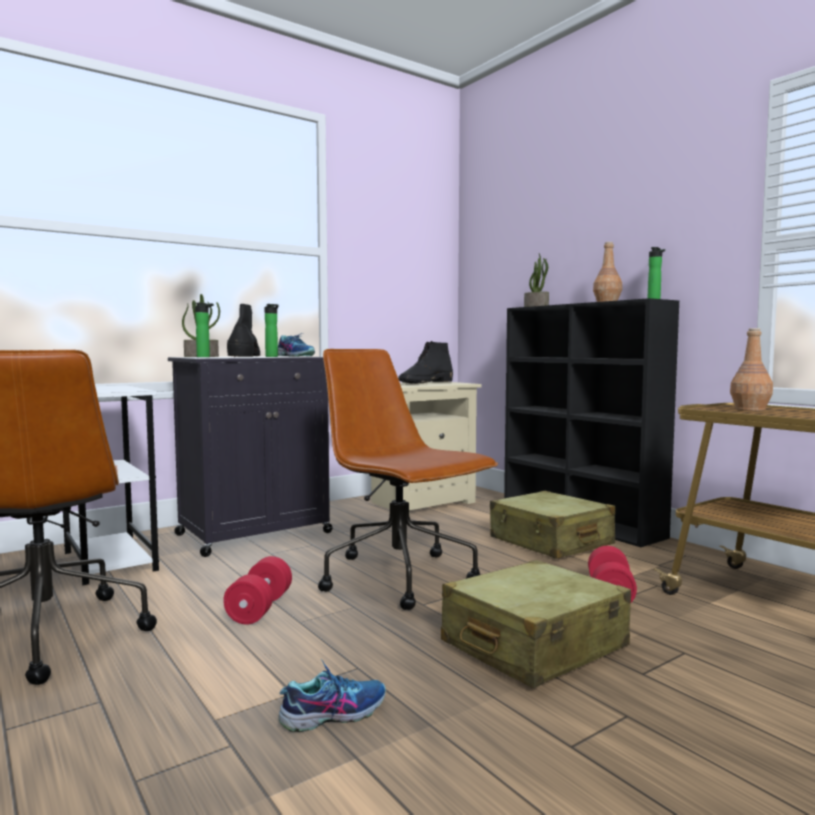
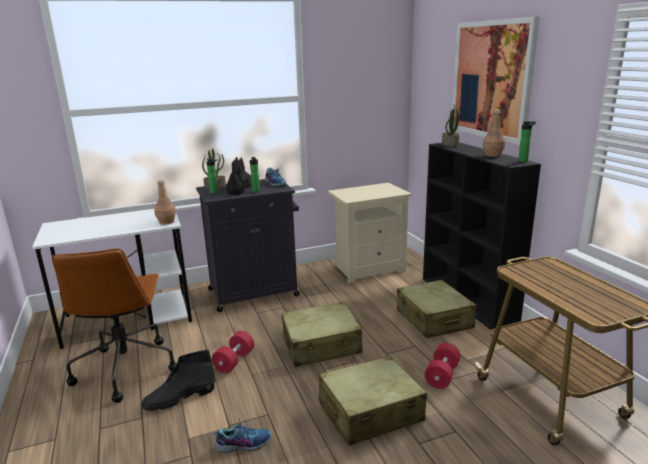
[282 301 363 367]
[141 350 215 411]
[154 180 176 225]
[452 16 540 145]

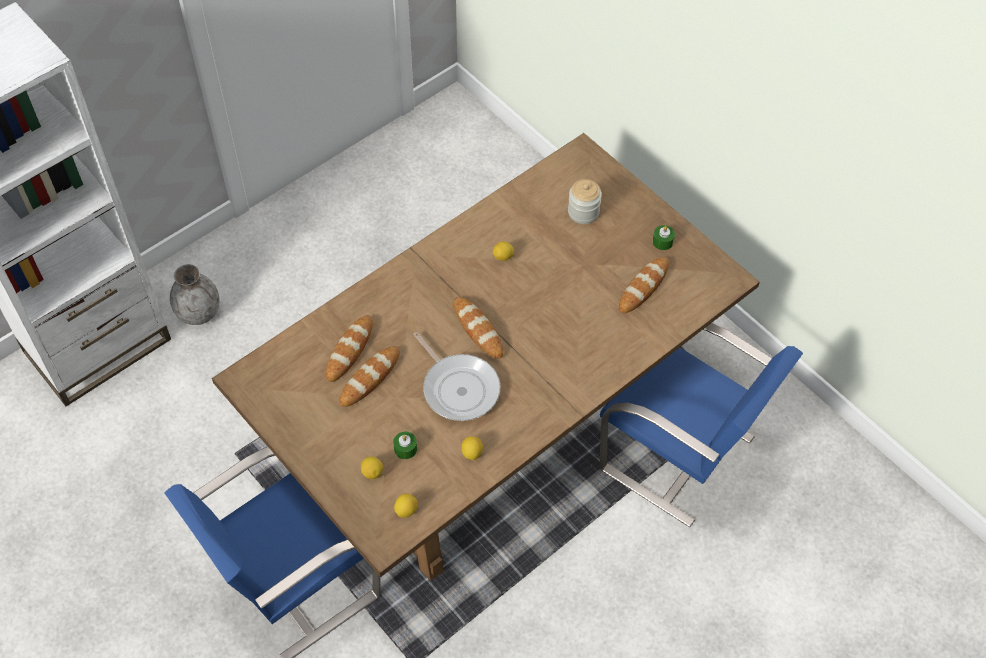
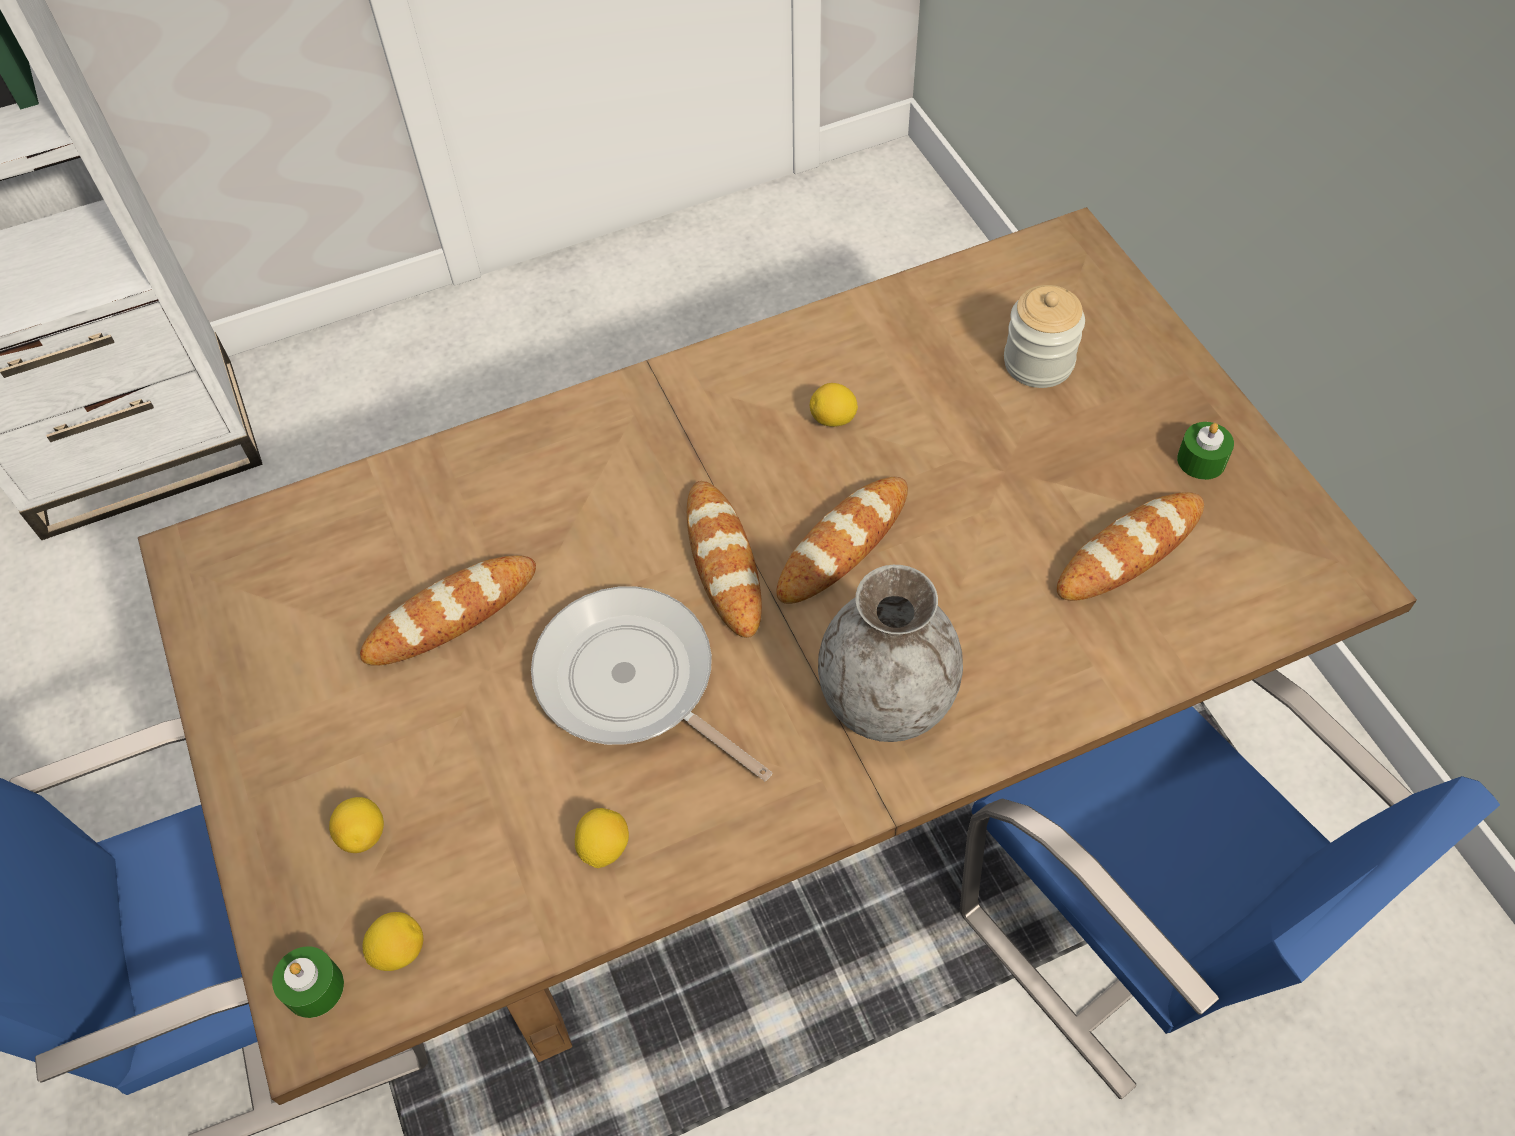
[818 565 963 742]
[776 477 908 604]
[272 946 344 1018]
[531 586 772 781]

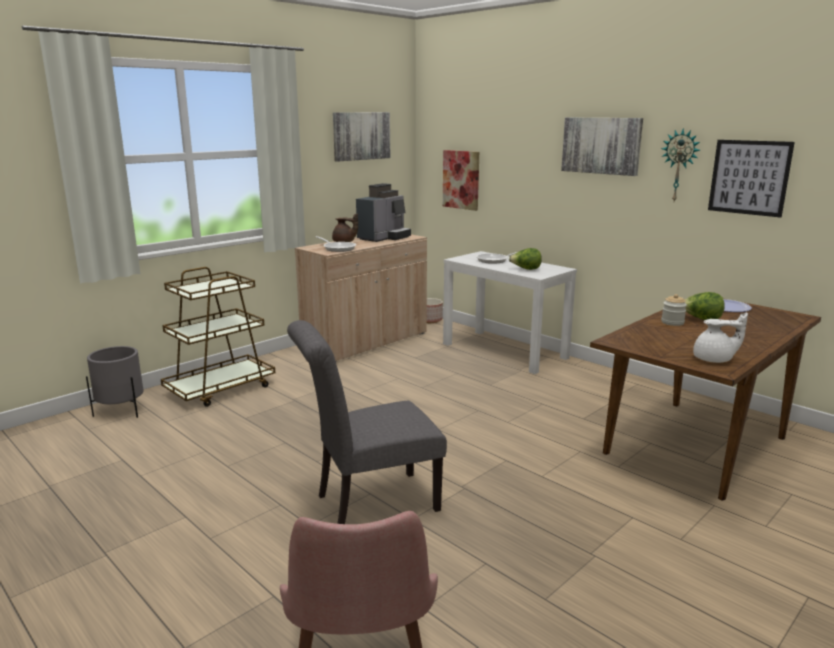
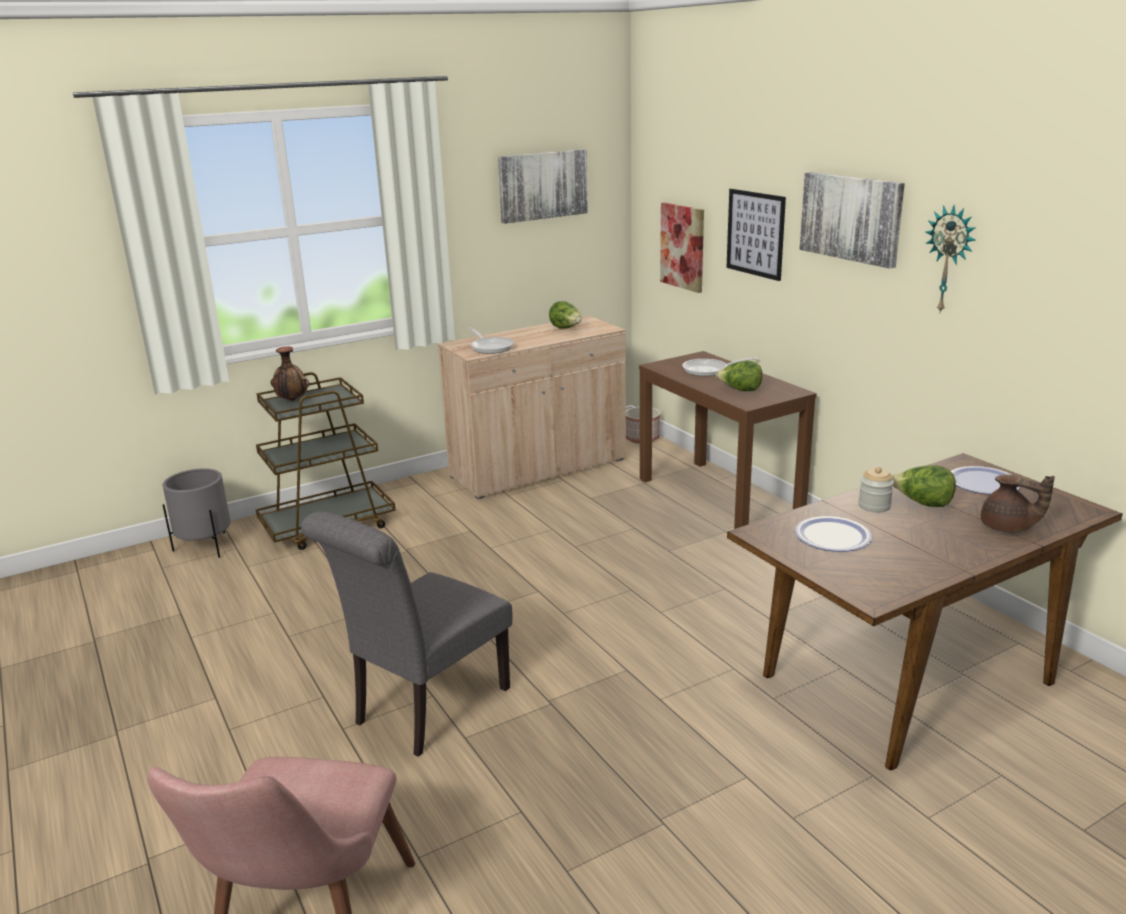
[301 512 513 757]
[981 475 1055 533]
[549 301 582 329]
[639 351 817 529]
[693 312 748 363] (first image)
[726 189 786 281]
[271 347 309 401]
[795 516 872 552]

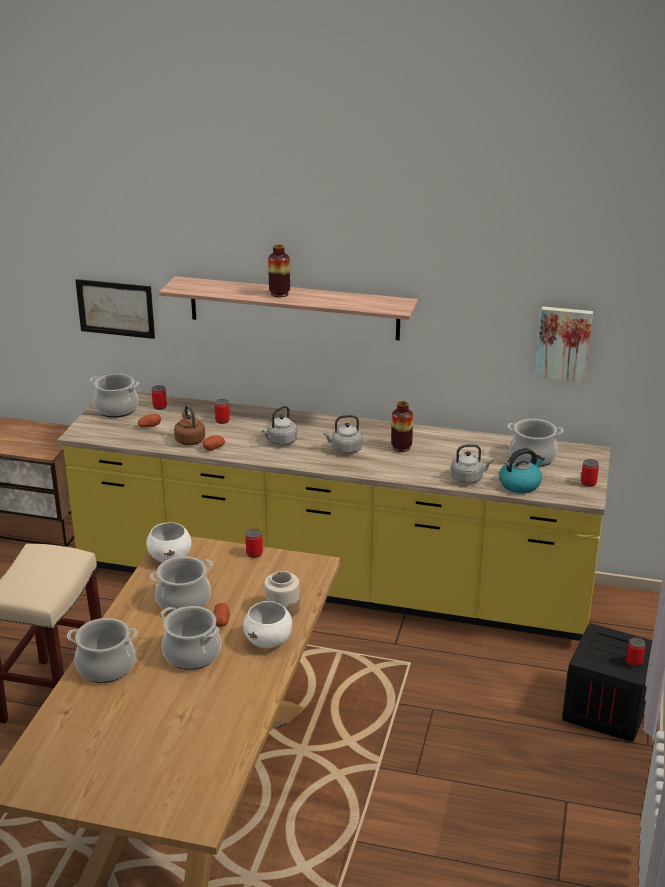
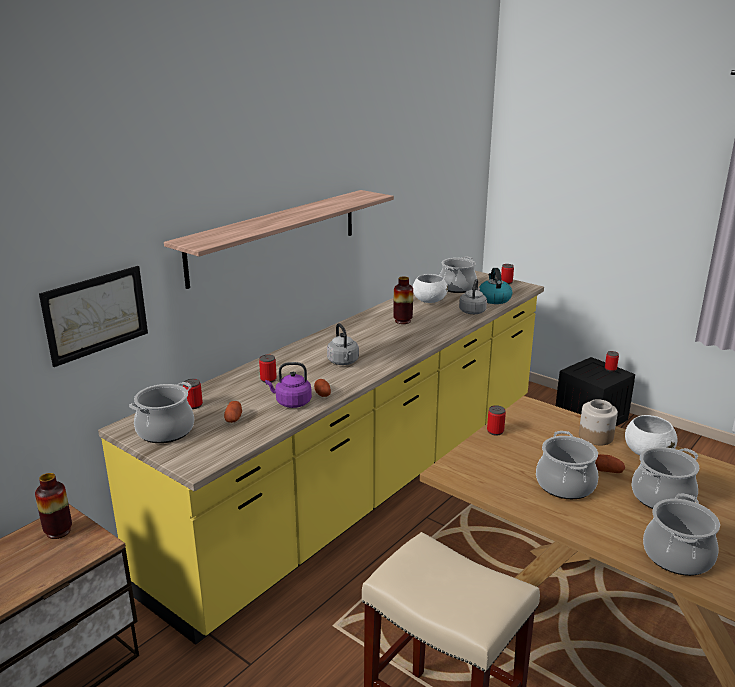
[413 274 448 303]
[265 362 312 408]
[35 473 72 539]
[323 415 363 454] (first image)
[535 306 593 383] (first image)

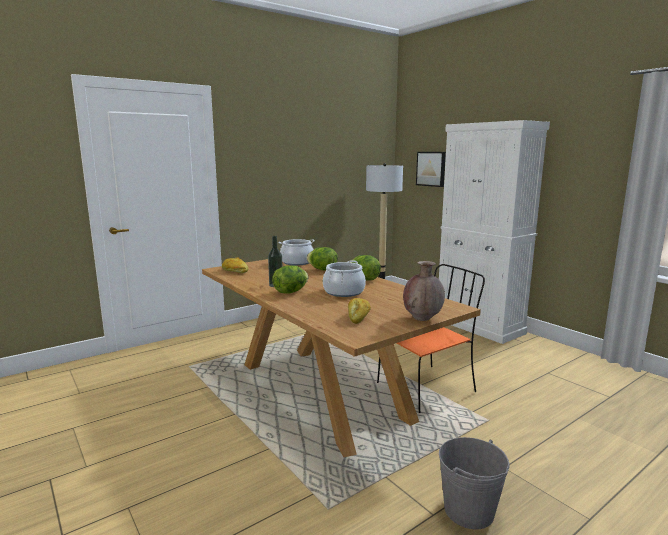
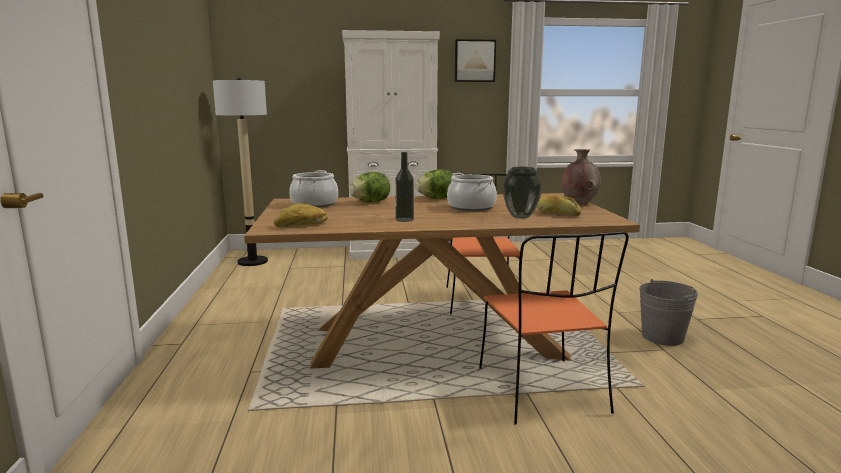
[272 265 309 294] (first image)
[455 39 496 82]
[479 231 629 425]
[502 167 543 219]

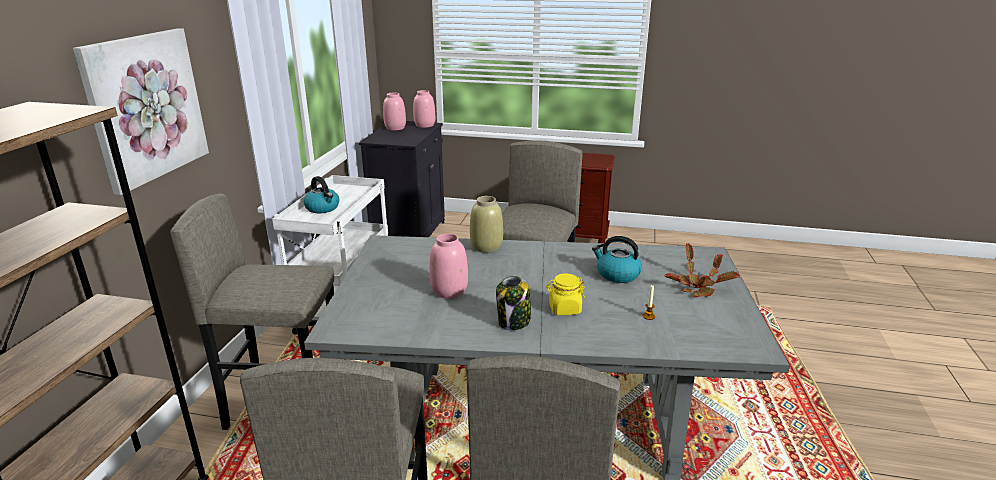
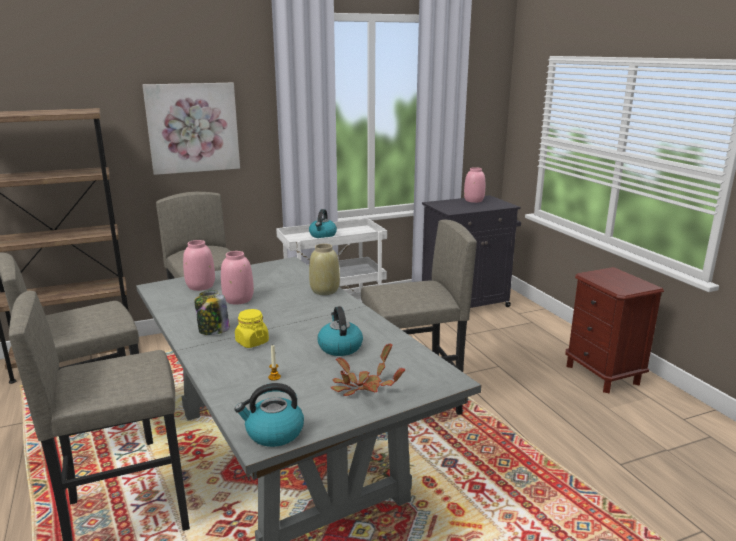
[183 240 215 291]
[235 383 304 447]

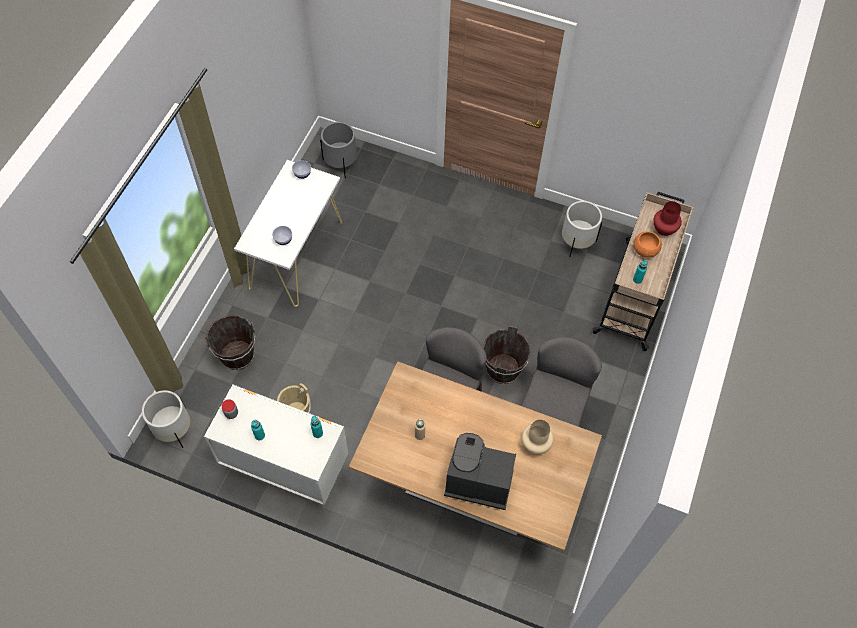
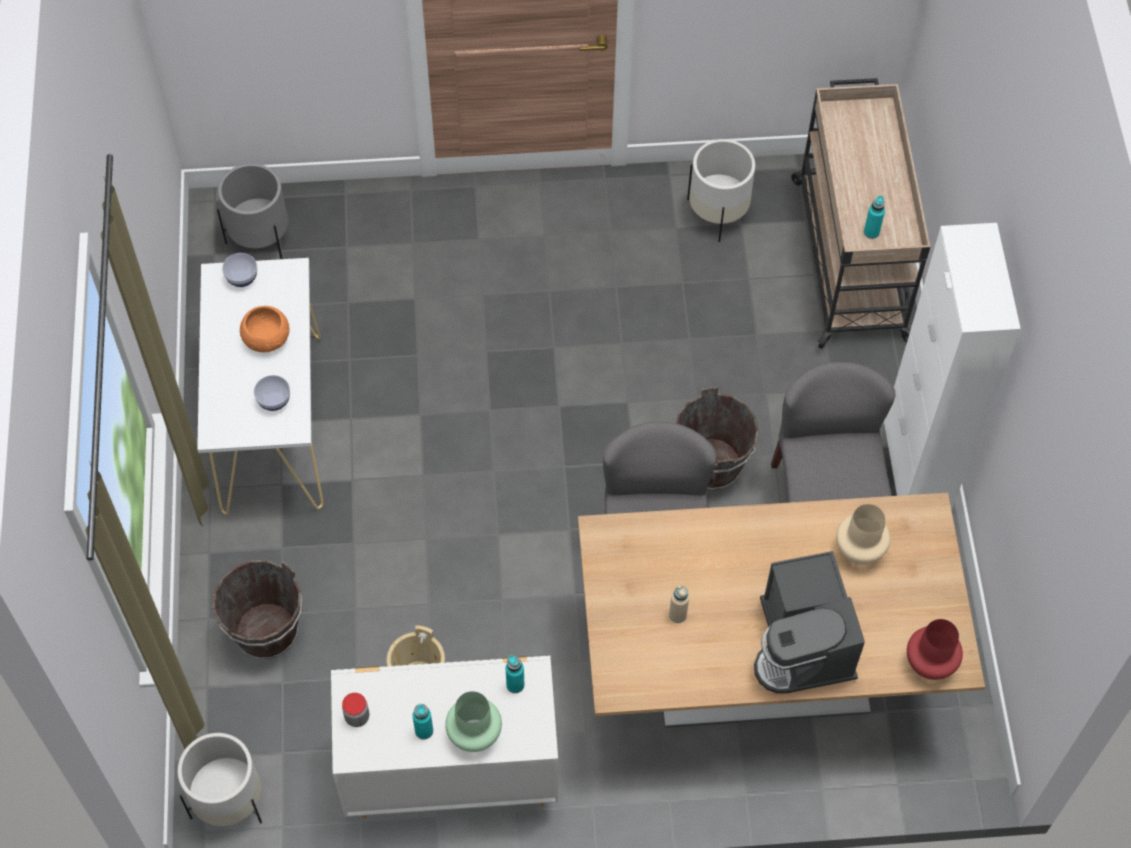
[754 551 865 694]
[240 306 289 352]
[907 619 963 680]
[445 691 502 752]
[884 223 1021 511]

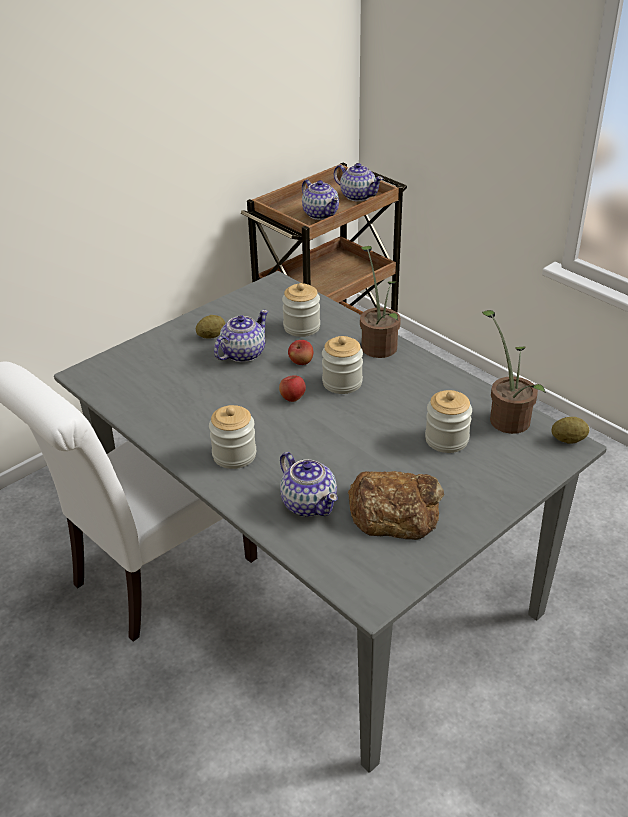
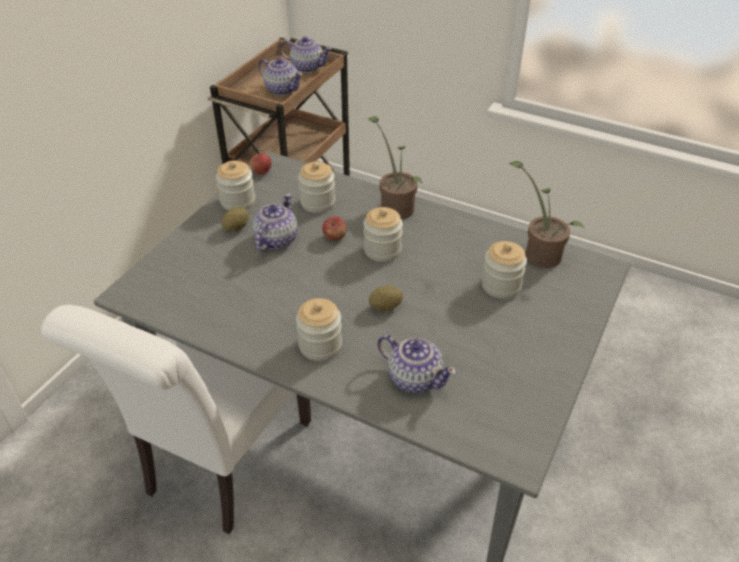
[250 153 272 175]
[348 471 444 540] (first image)
[369 285 403 311]
[216 161 255 211]

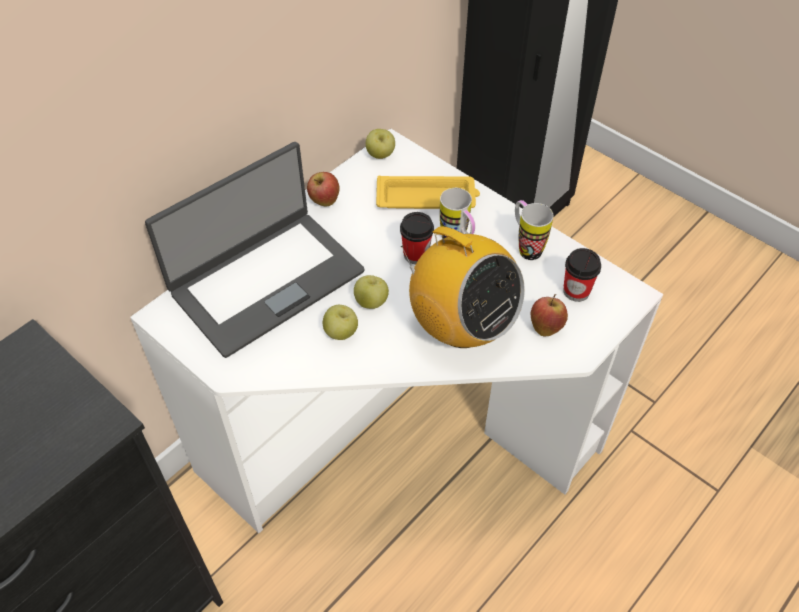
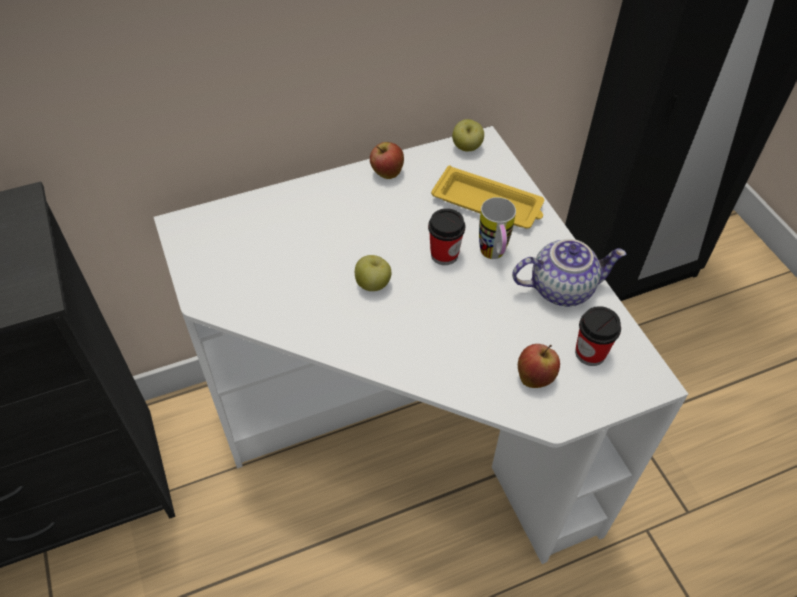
[145 142 364 358] (first image)
[323 305 358 340] (first image)
[401 226 525 348] (first image)
[512 239 626 306]

